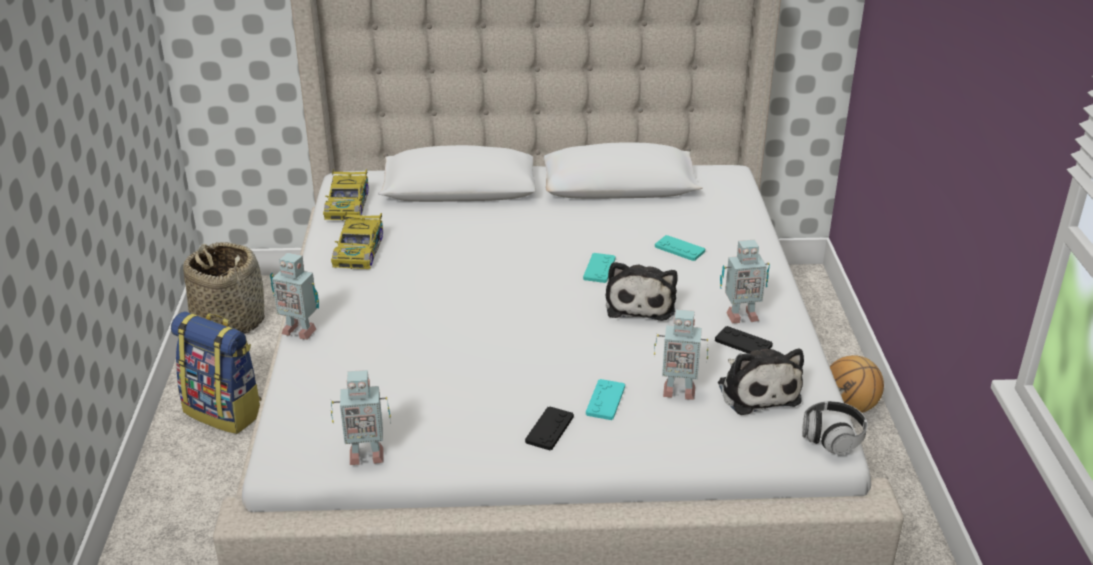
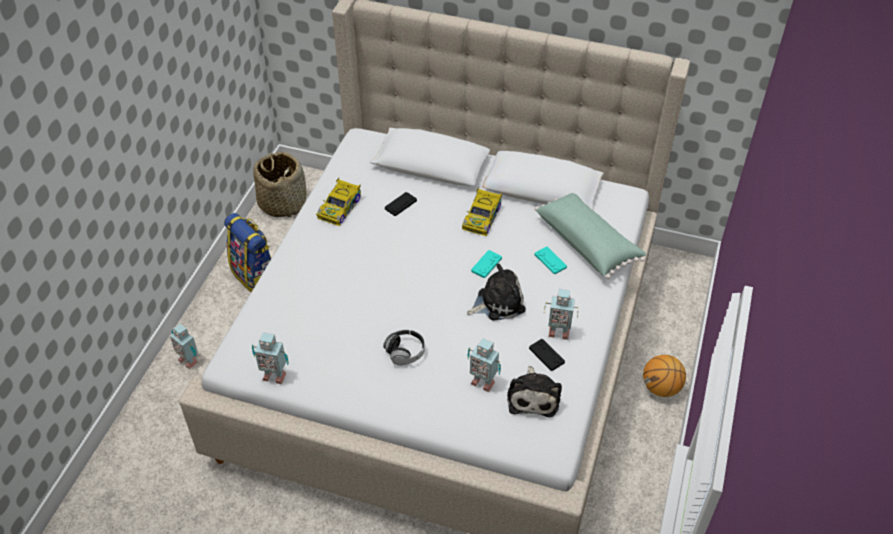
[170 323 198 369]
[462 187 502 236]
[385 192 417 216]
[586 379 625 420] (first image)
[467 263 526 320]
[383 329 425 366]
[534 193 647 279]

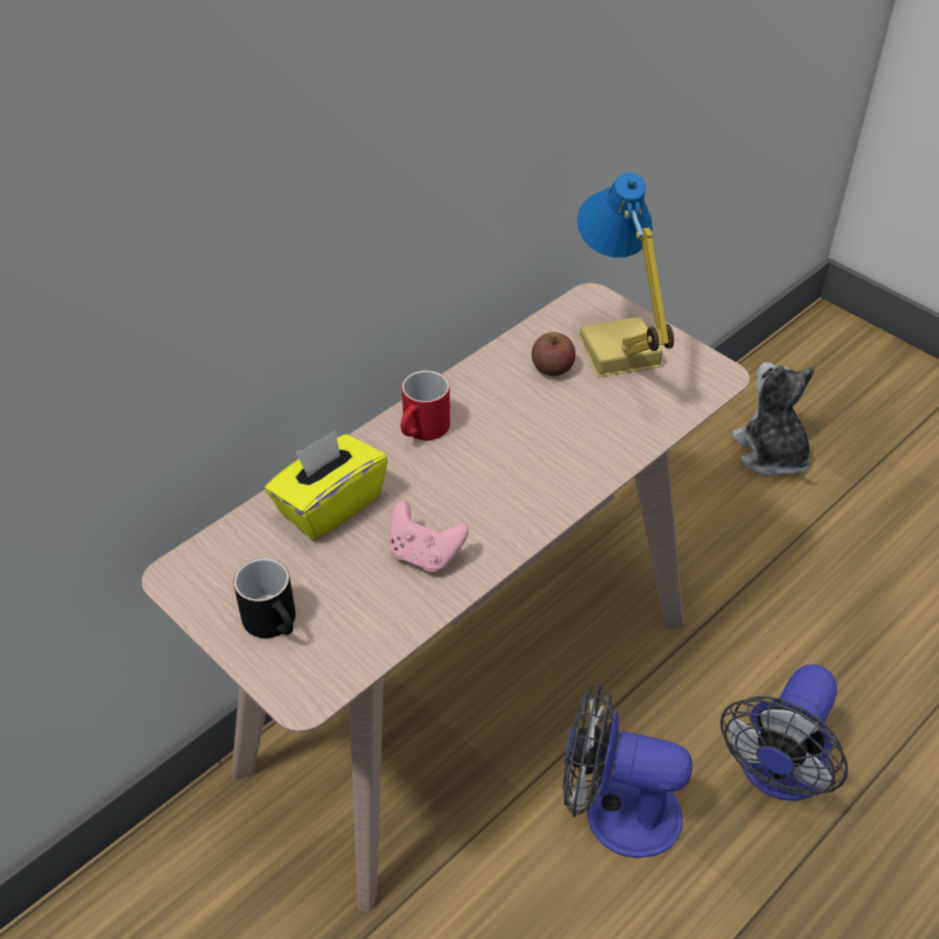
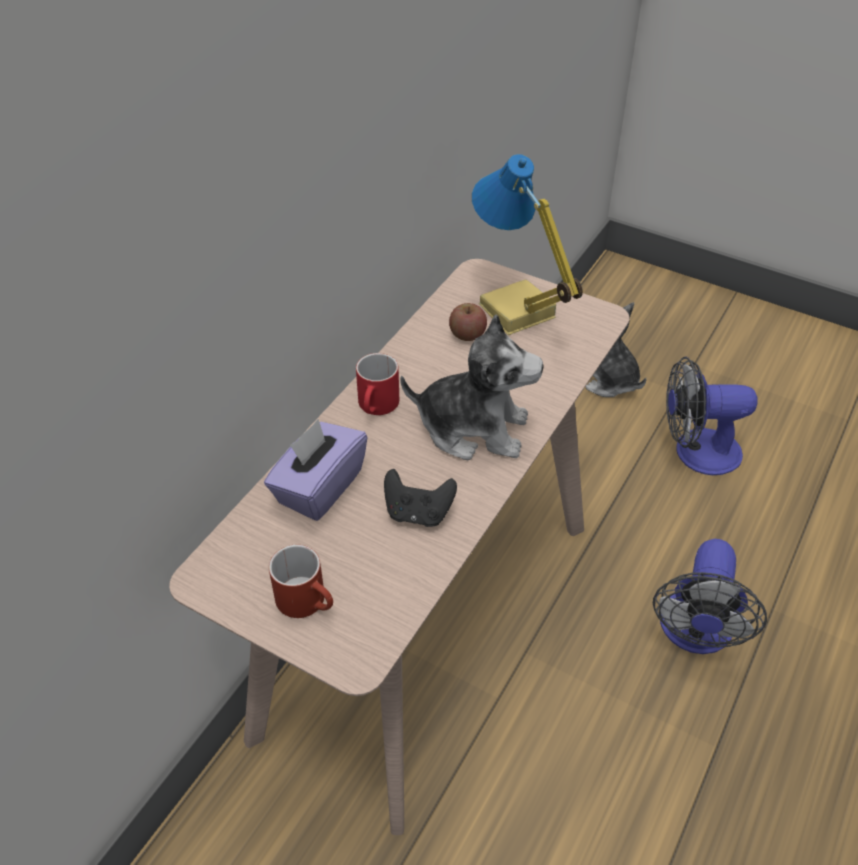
[269 545 333 618]
[264 419 368 521]
[384 469 457 527]
[666 357 758 475]
[400 314 543 460]

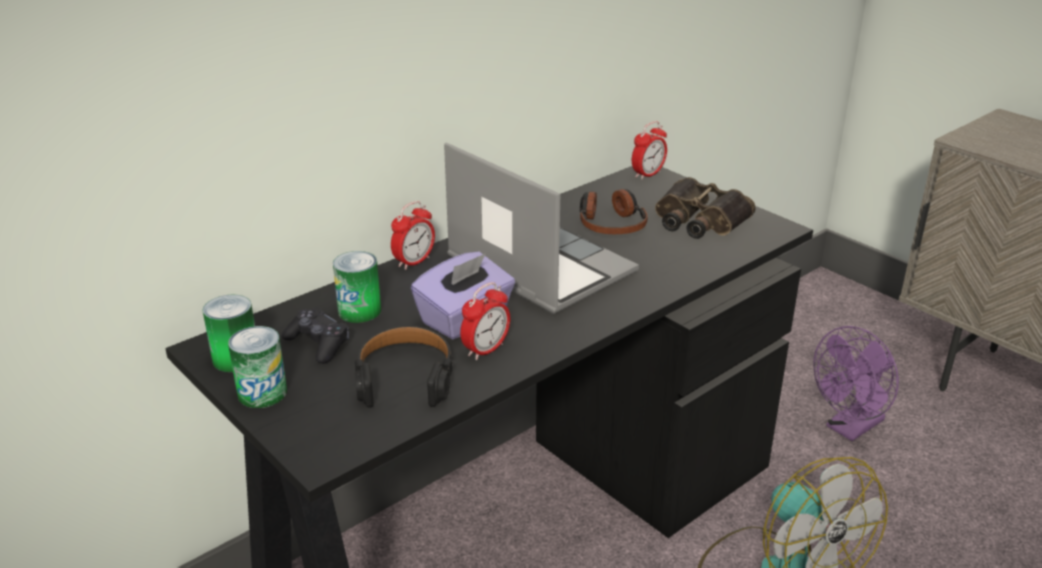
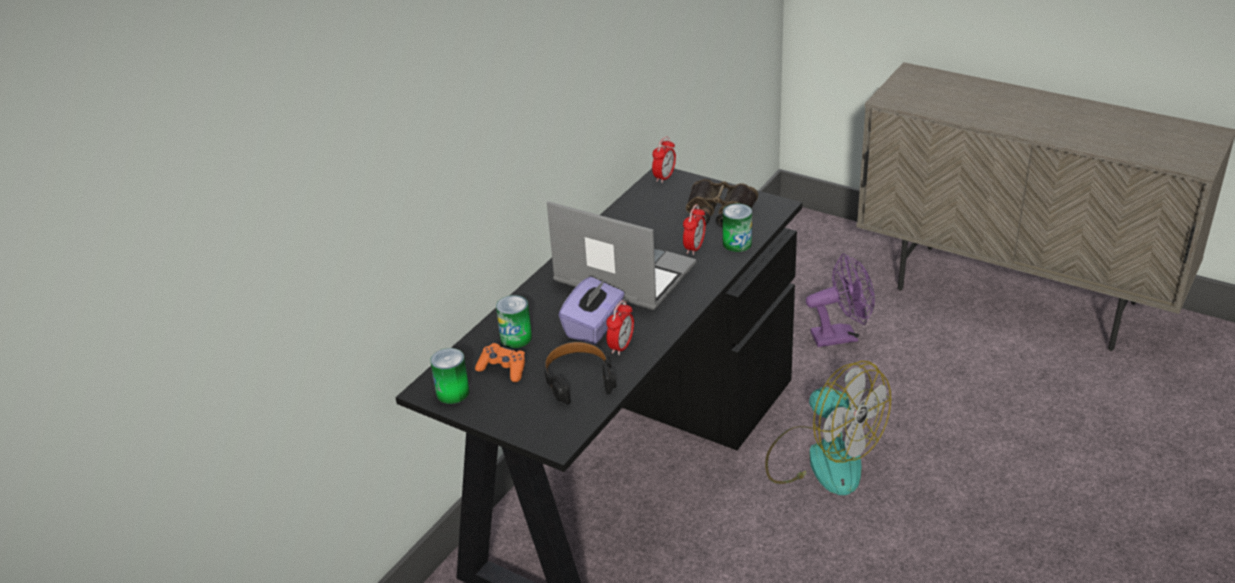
[723 204 752 252]
[475 343 526 382]
[683 204 706 255]
[580 189 648 234] (first image)
[806 254 875 347]

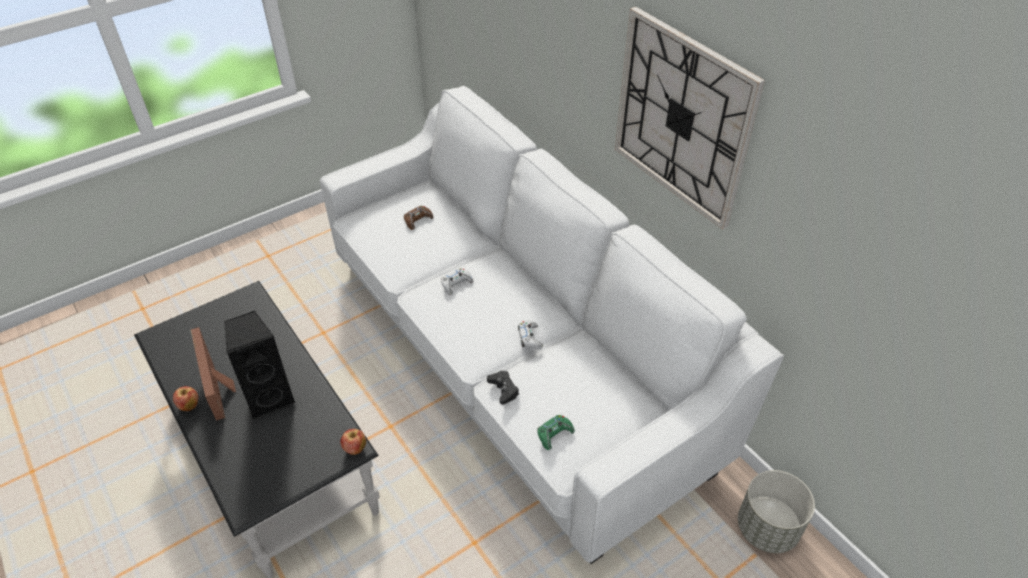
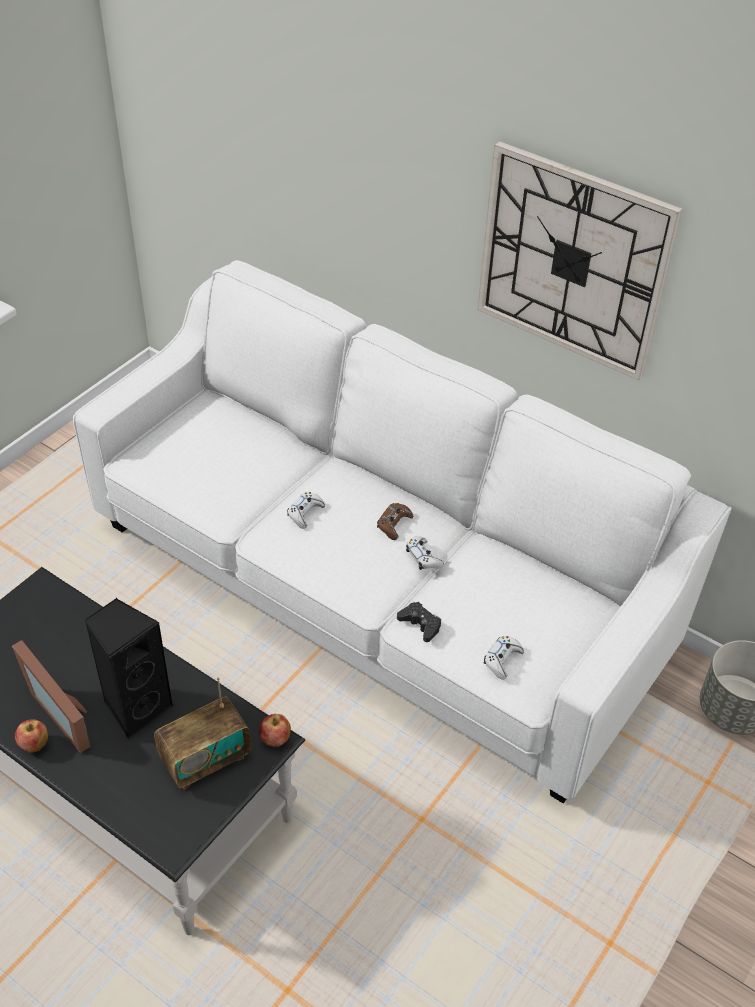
[377 503 413 540]
[484 636 524 680]
[154 677 251 789]

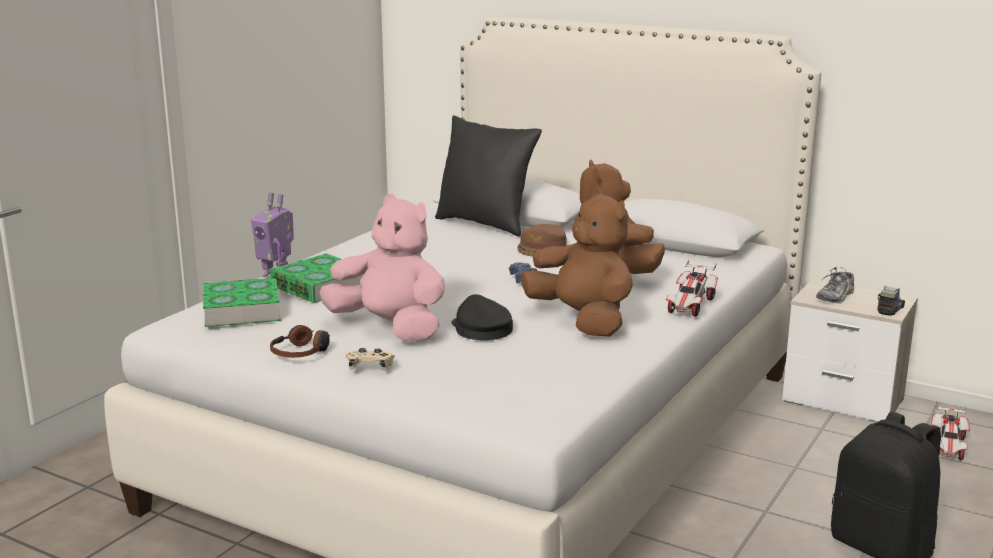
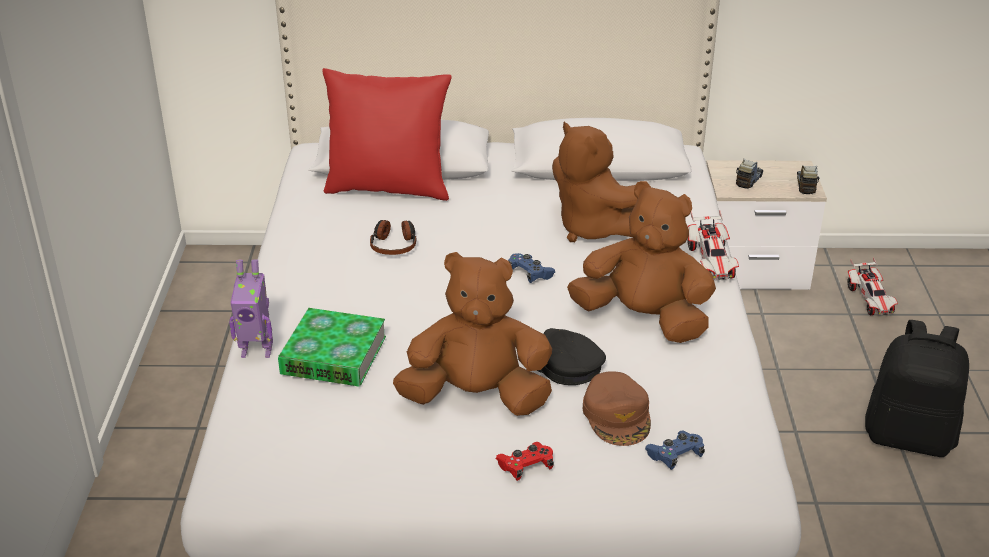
[203 278 281 327] (first image)
[370 220 416 255]
[393 252 552 416]
[496 442 554 481]
[322 68 452 201]
[583 371 651 446]
[736 159 763 189]
[645 430 705 470]

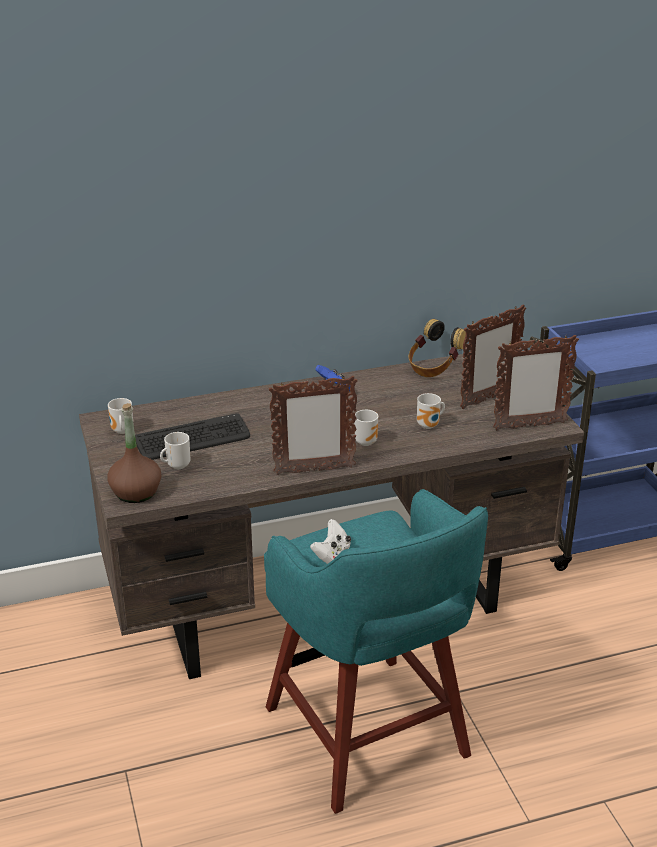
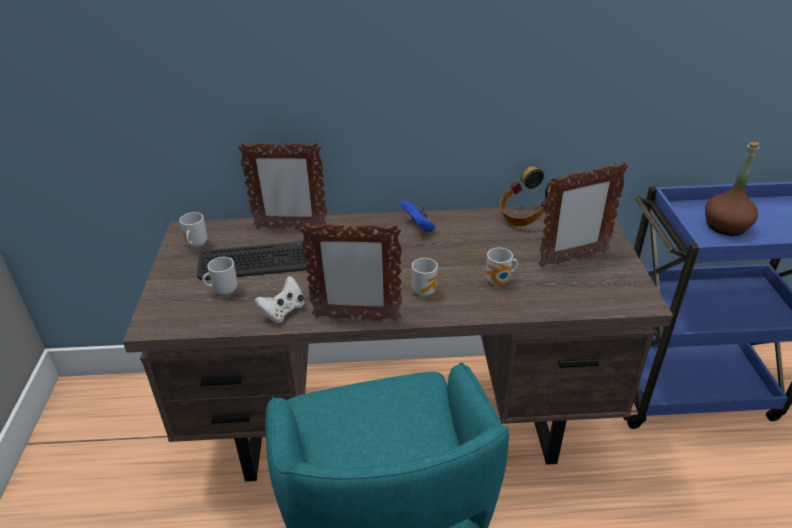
[705 142 759 236]
[255 276 304 323]
[238 142 327 230]

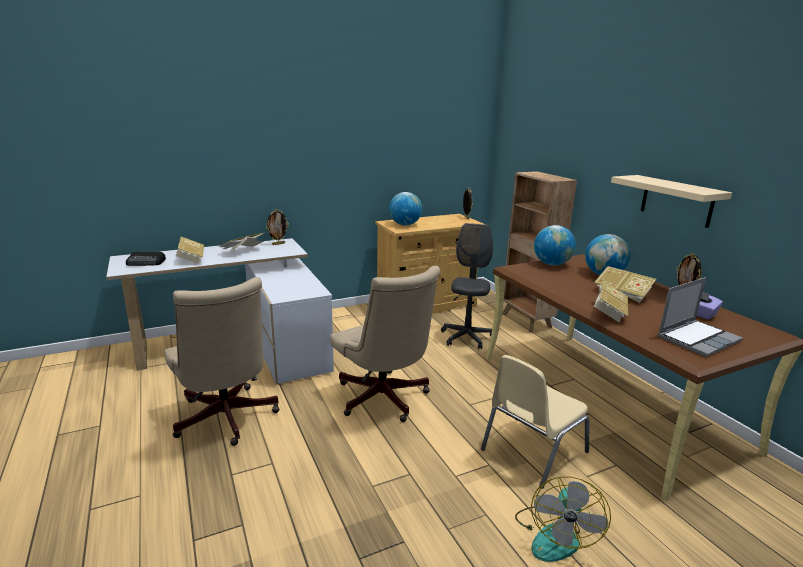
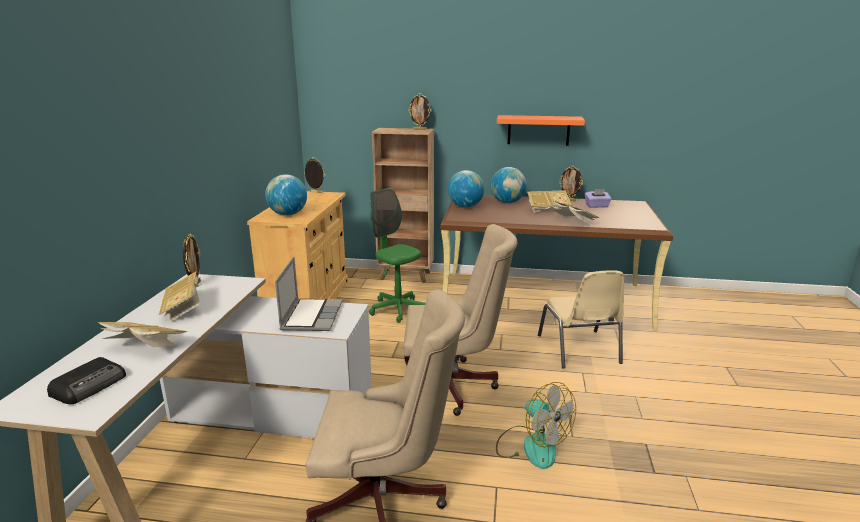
[369 188 425 323]
[496 382 576 469]
[497 115 585 146]
[275 257 342 331]
[408 93 431 130]

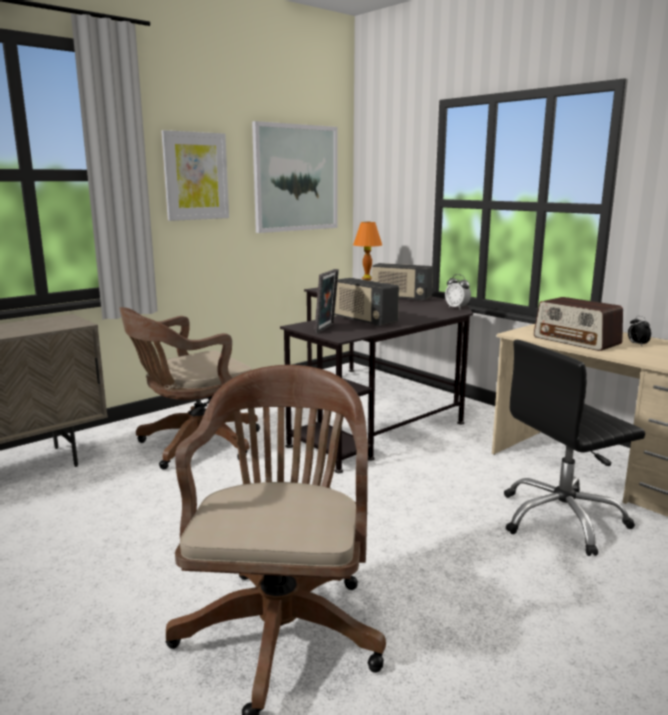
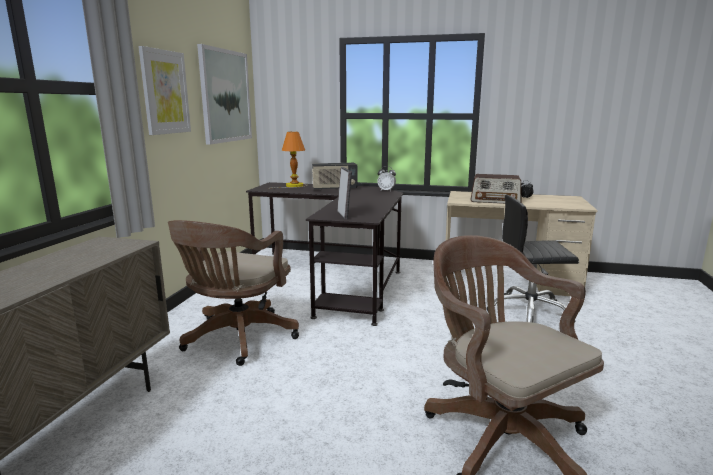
[334 278 399 326] (first image)
[486 195 579 323]

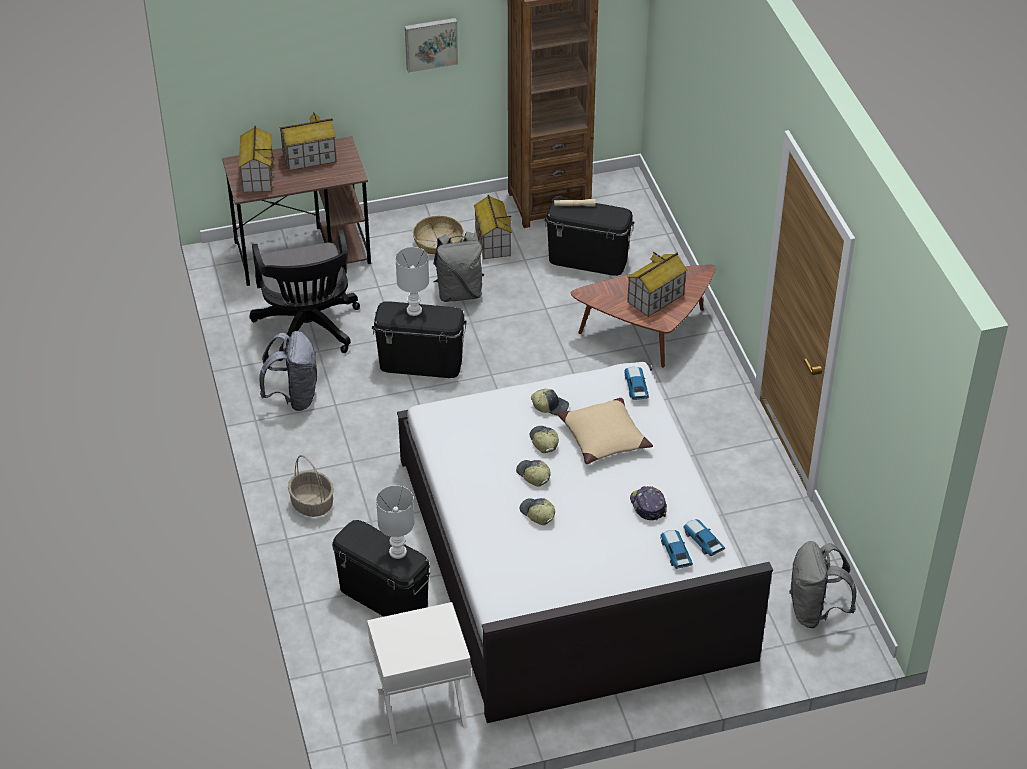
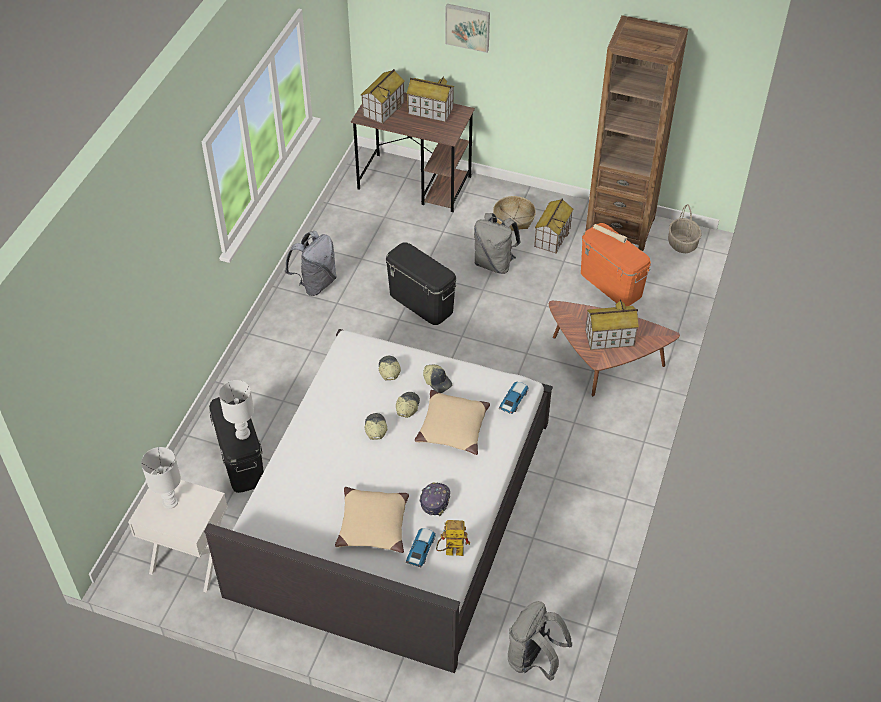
[249 229 360 361] (first image)
[668 204 702 253]
[141 447 181 509]
[445 4 490 53]
[379 356 401 381]
[581 223 651 306]
[436 520 470 556]
[335 487 409 553]

